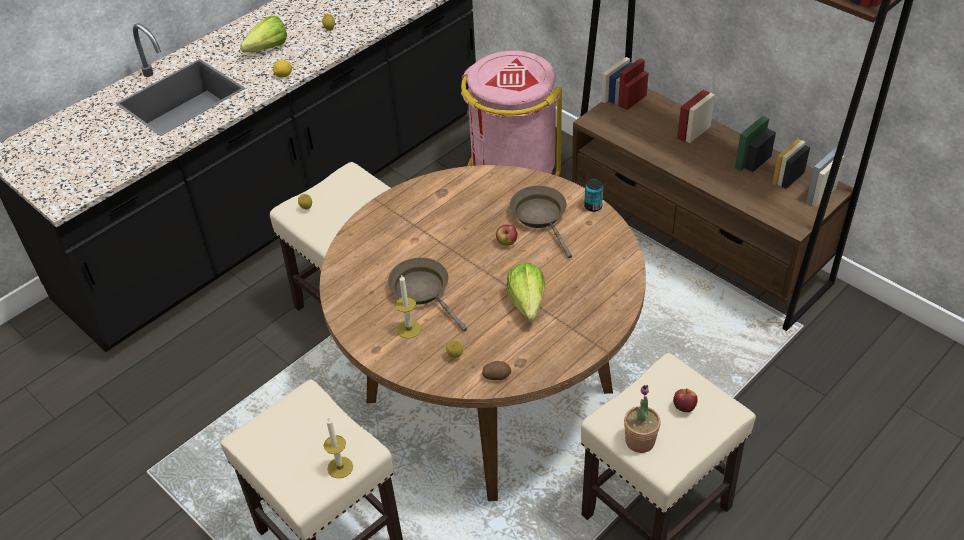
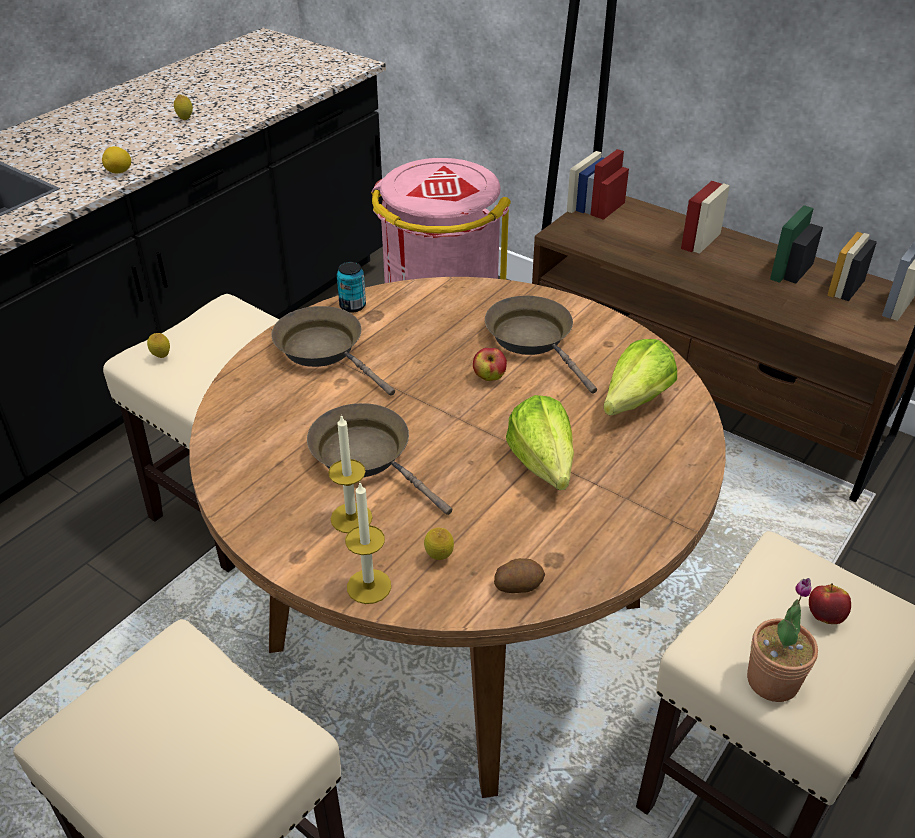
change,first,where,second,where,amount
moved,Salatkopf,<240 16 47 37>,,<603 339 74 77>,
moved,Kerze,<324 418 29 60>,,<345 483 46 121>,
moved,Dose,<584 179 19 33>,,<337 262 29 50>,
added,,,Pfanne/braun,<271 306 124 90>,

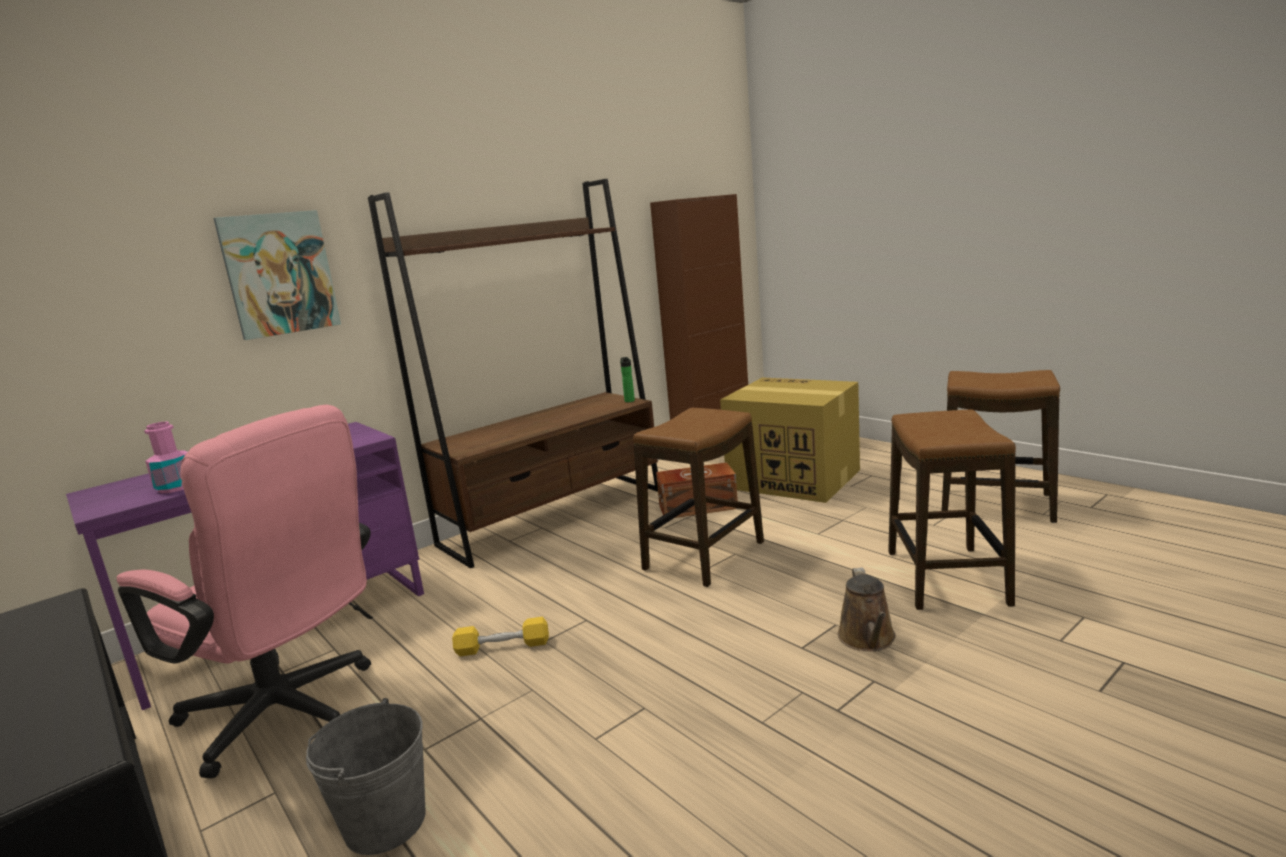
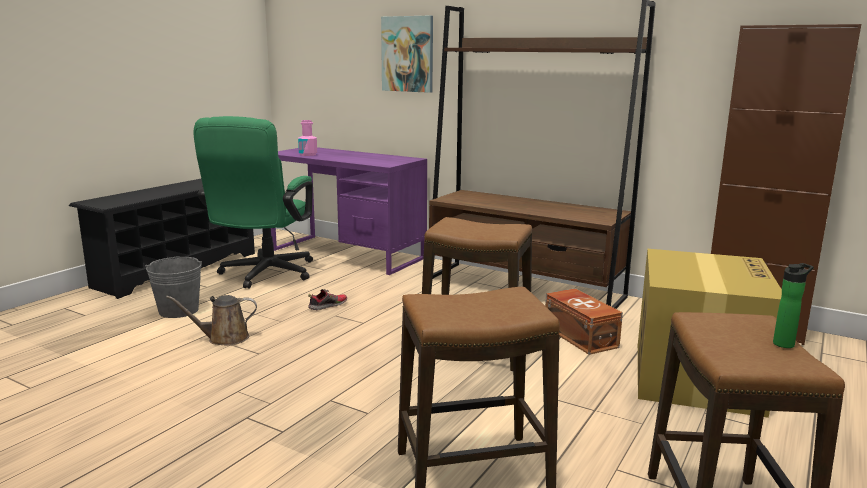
change,first,where,second,where,amount
recoloured,Bürostuhl/rosa,<117 405 256 373>,Bürostuhl/grün,<194 116 119 173>,
replaced,Hantel/gelb,<452 617 97 39>,Schuh,<308 289 39 21>,
moved,Flasche,<620 357 15 45>,,<773 263 41 85>,
moved,Gießkanne/braun,<838 568 58 83>,,<166 295 91 51>,

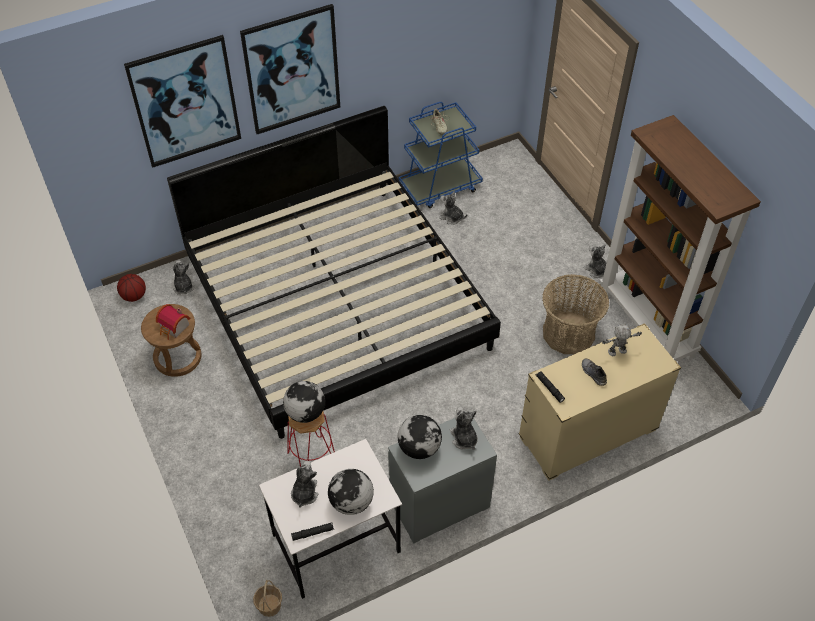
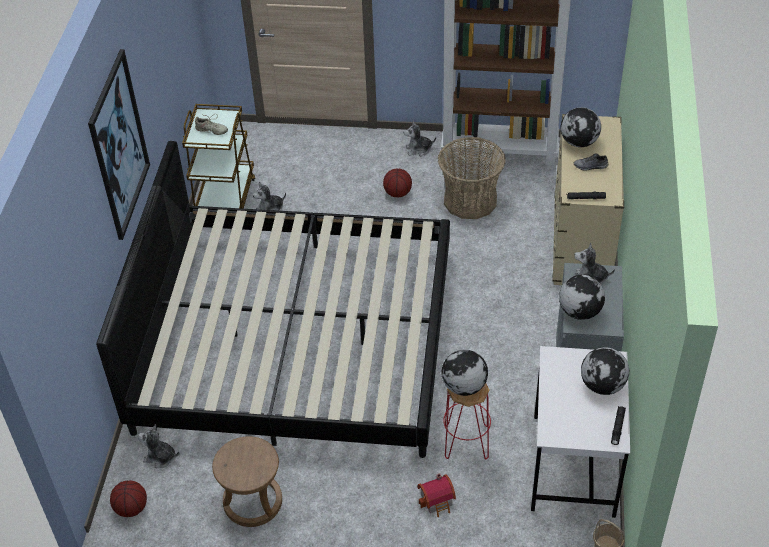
change,first,where,second,where,amount
removed,Bild,<124 35 117 133>,,,
moved,Spielzeughaus,<156 304 35 36>,,<417 473 39 44>,
removed,Plüschtier,<291 461 27 46>,,,
recoloured,Rollwagen/blau,<399 102 84 106>,Rollwagen/braun,<182 104 74 105>,
replaced,Spielzeugroboter,<602 324 40 32>,Globus,<561 107 40 40>,
added,,,Basketball,<383 169 29 28>,

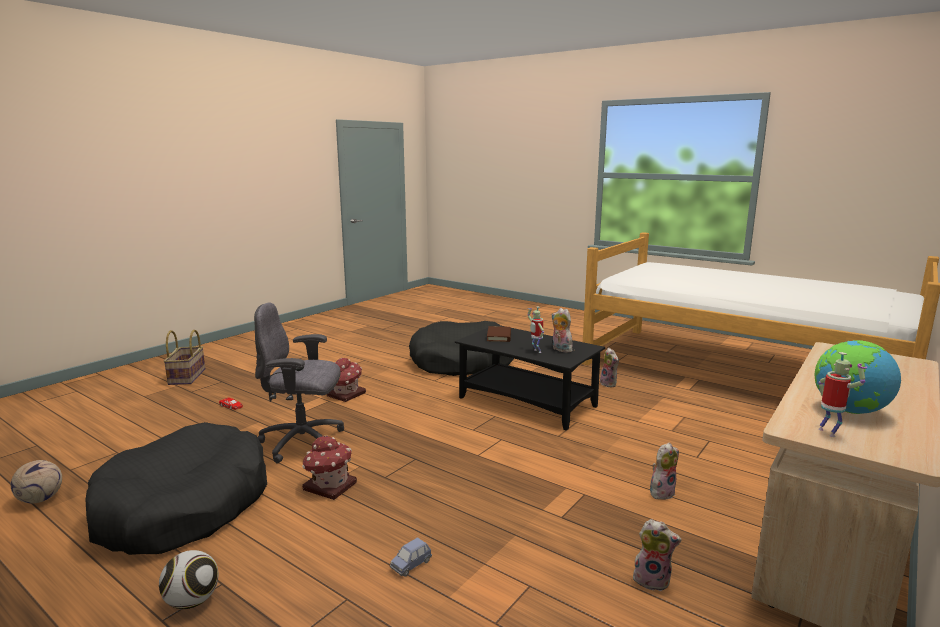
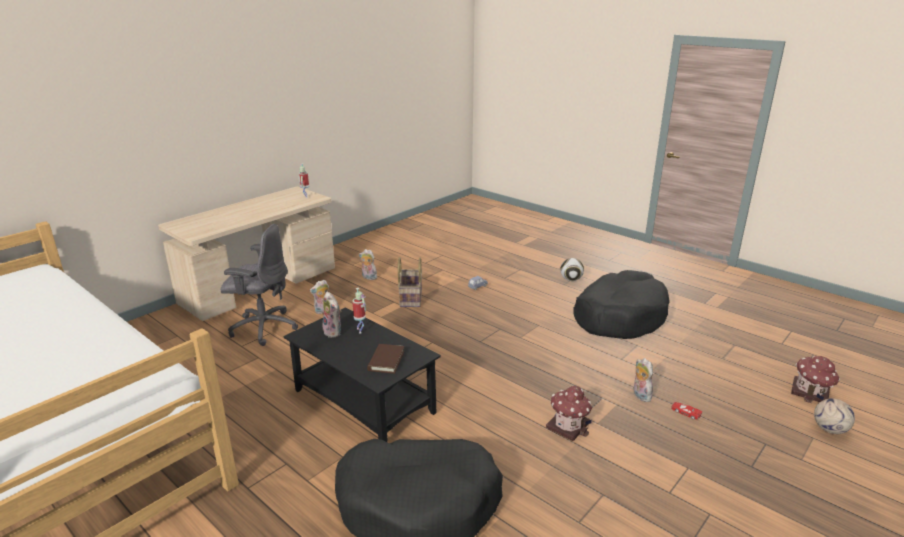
change,first,where,second,where,amount
moved,Fußball,<11 460 51 43>,,<814 398 41 36>,
moved,Korb,<163 330 42 55>,,<398 257 24 50>,
moved,Bürostuhl/grau,<254 303 90 160>,,<220 224 78 122>,
moved,Spielzeughaus,<302 435 55 65>,,<791 356 49 47>,
moved,Plüschtier,<600 348 19 40>,,<634 358 19 44>,
removed,Globus,<815 340 86 74>,,,

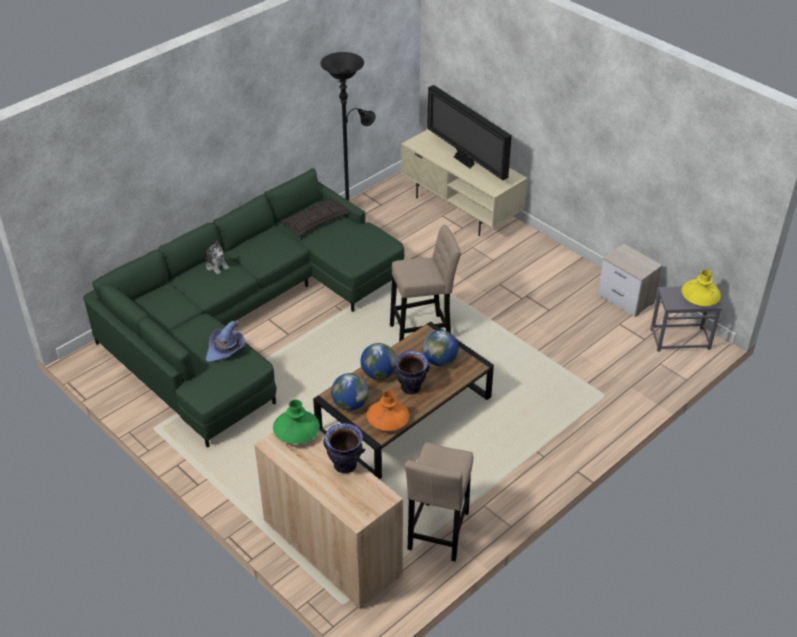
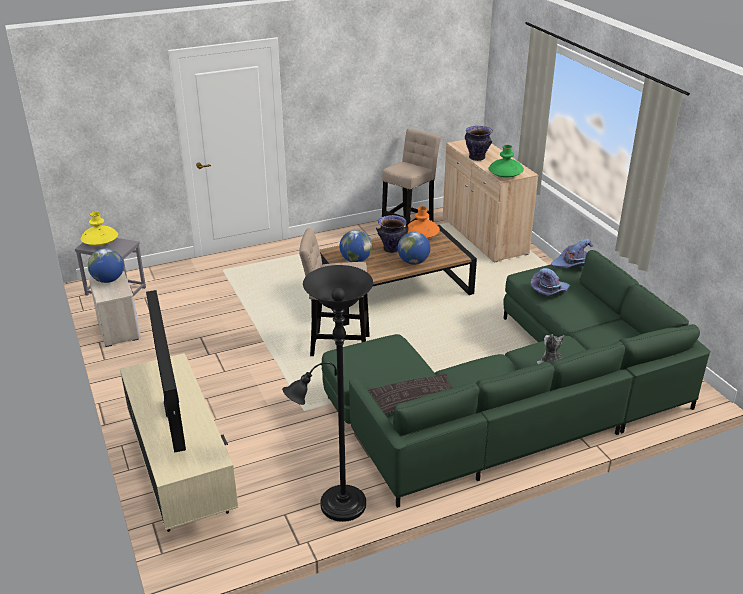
change,first,where,second,where,amount
moved,Globus,<331 373 38 38>,,<88 248 36 35>,
added,,,Hut/lila,<551 239 43 29>,

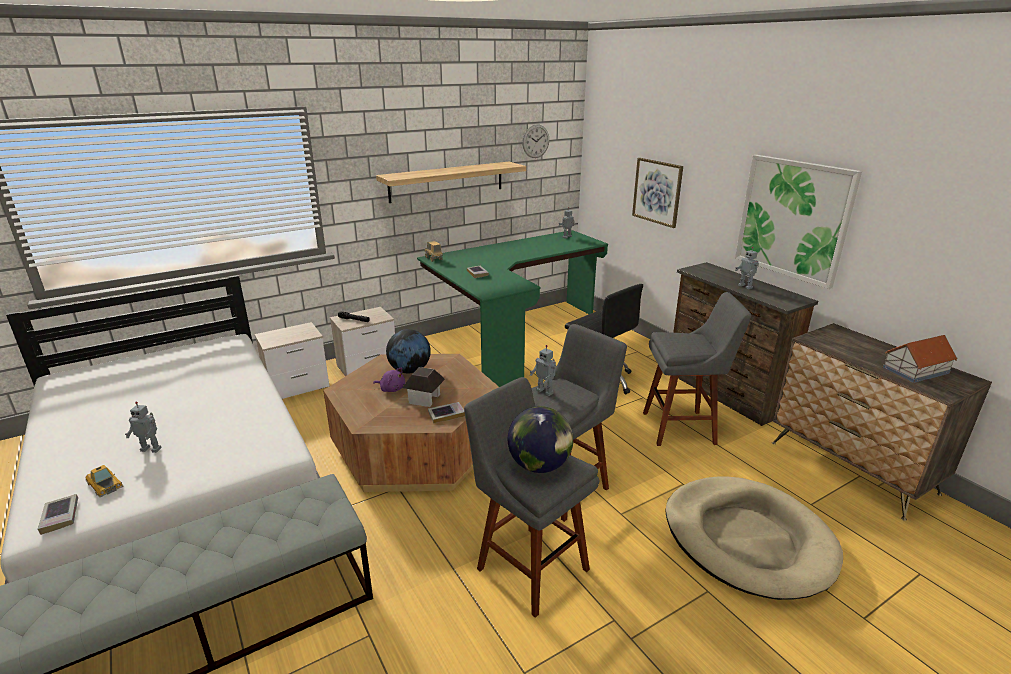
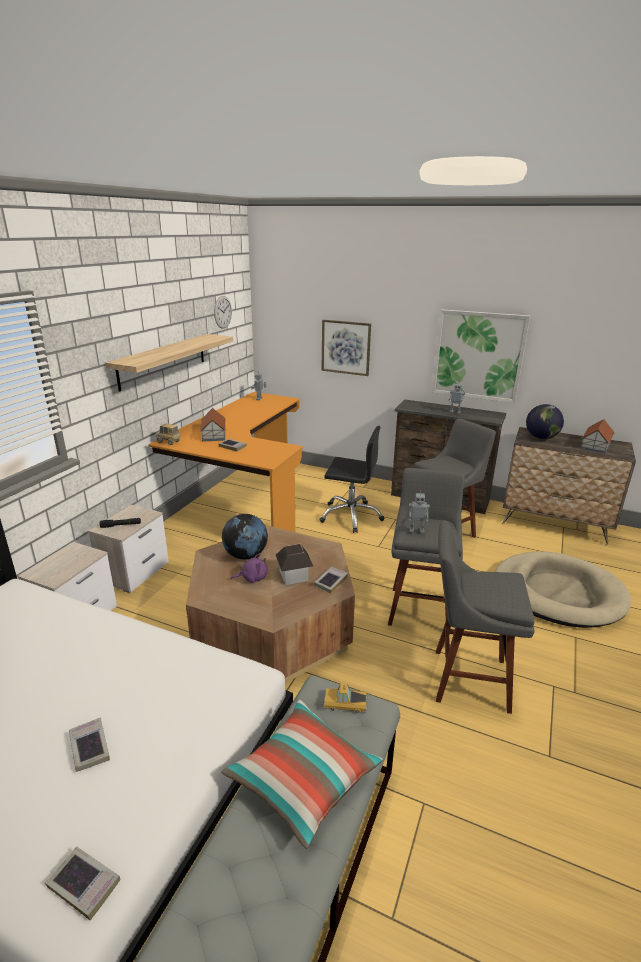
change,first,where,second,where,amount
moved,Spielzeugauto,<85 465 38 32>,,<322 683 46 30>,
replaced,Spielzeugroboter,<125 402 37 51>,Buch,<69 717 41 55>,
recoloured,Schreibtisch/grün,<417 230 191 157>,Schreibtisch/orange,<148 392 155 140>,
moved,Globus,<508 406 65 67>,,<526 404 38 35>,
added,,,Spielzeughaus,<200 408 26 34>,
added,,,Kissen,<222 700 161 149>,

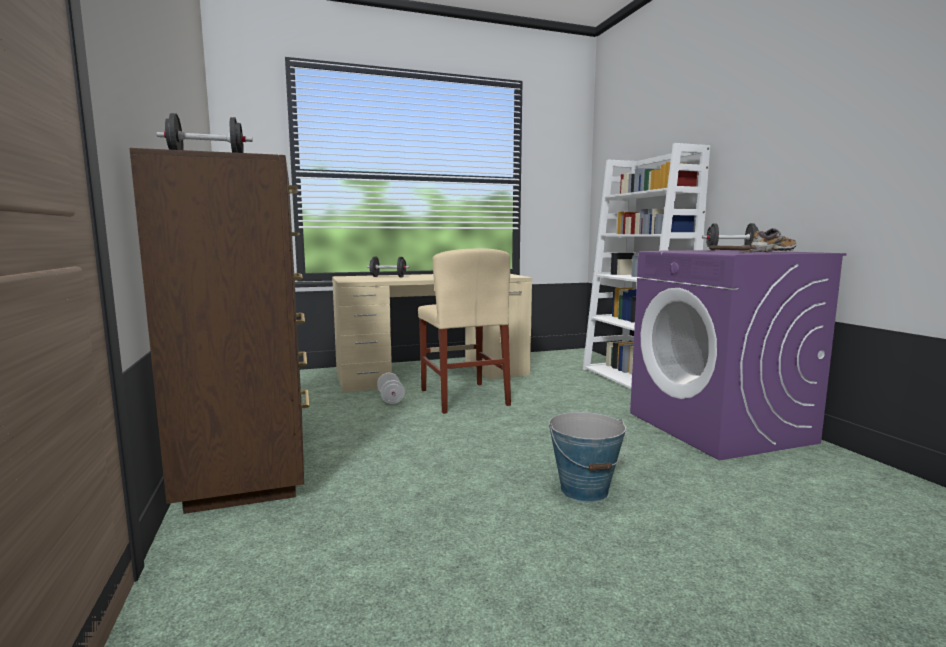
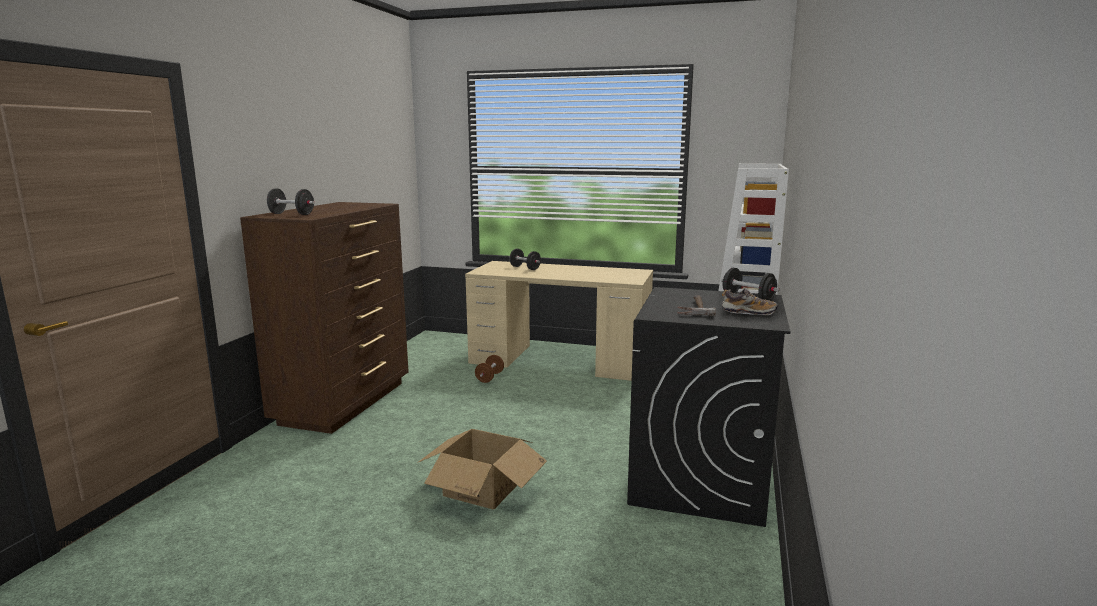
change,first,where,second,where,amount
recoloured,Hantel/weiß,<377 373 28 31>,Hantel/braun,<475 355 29 28>,
removed,Stuhl/beige,<418 248 93 166>,,,
replaced,Eimer,<549 412 79 90>,Karton,<417 429 130 81>,
recoloured,Waschmaschine/lila,<630 250 216 210>,Waschmaschine/schwarz,<627 287 163 240>,

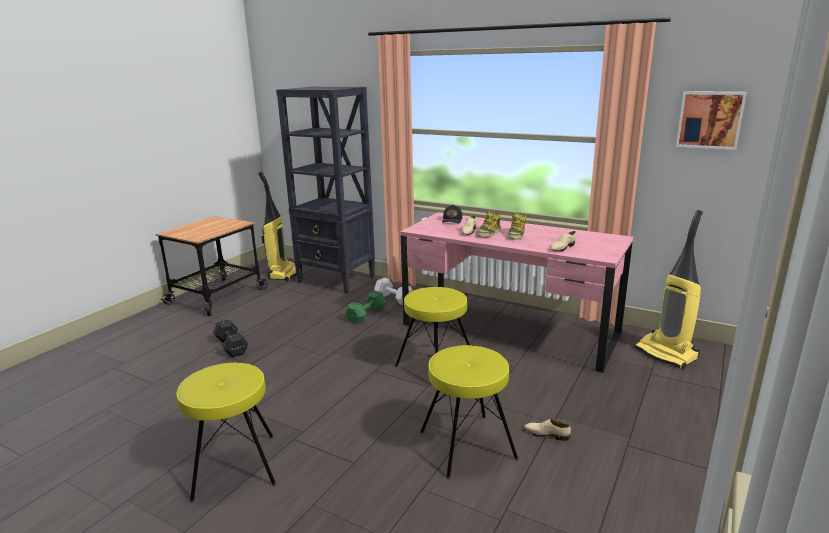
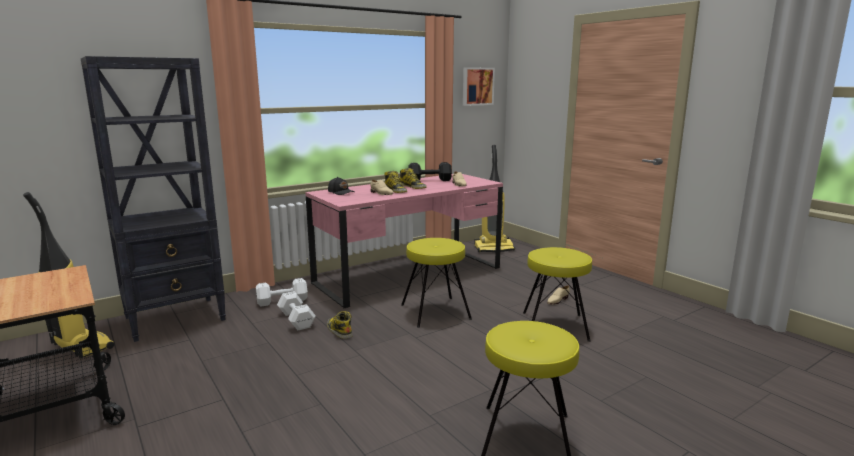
change,first,where,second,where,amount
moved,Hantel/schwarz,<213 319 36 38>,,<408 162 44 19>,
recoloured,Hantel/grün,<345 291 41 33>,Hantel/weiß,<277 291 39 39>,
added,,,Stiefel,<327 311 26 28>,

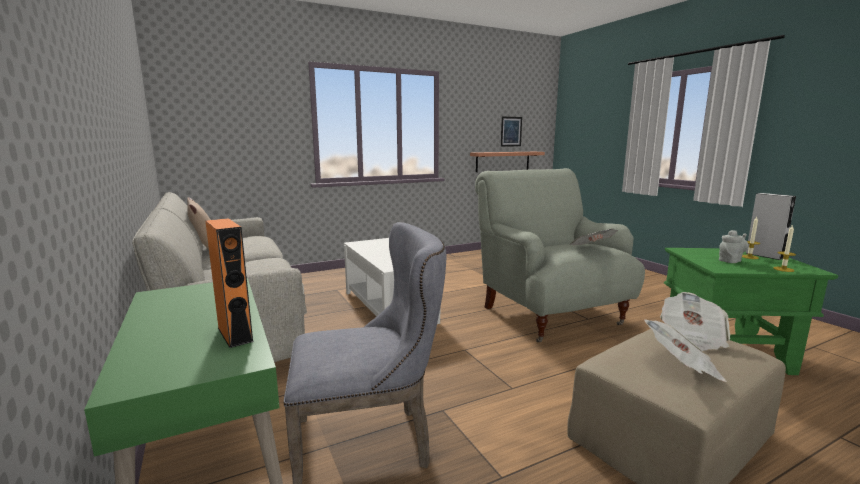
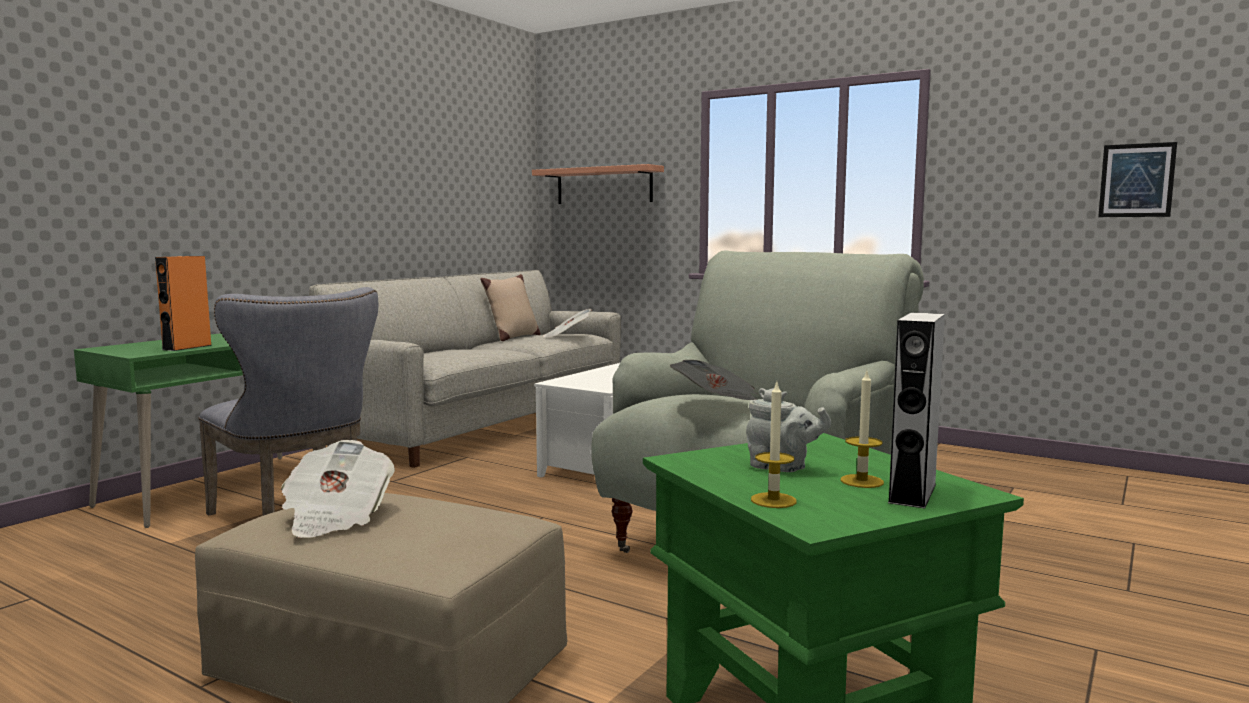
change,first,where,second,where,amount
moved,Wandregal,<470 152 75 20>,,<532 164 132 40>,
moved,Zeitung,<660 292 70 59>,,<542 309 50 28>,

